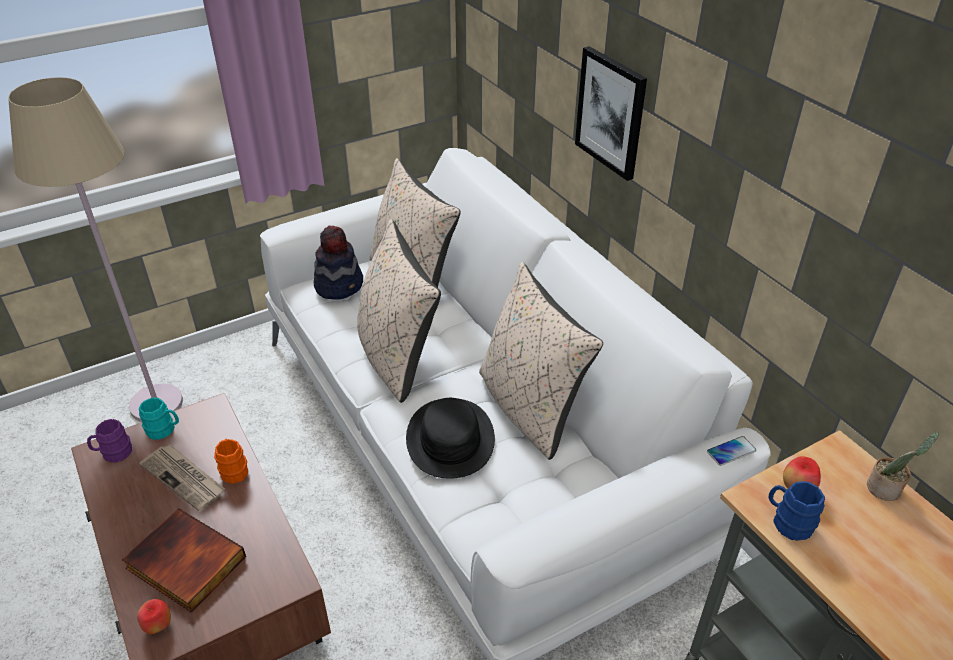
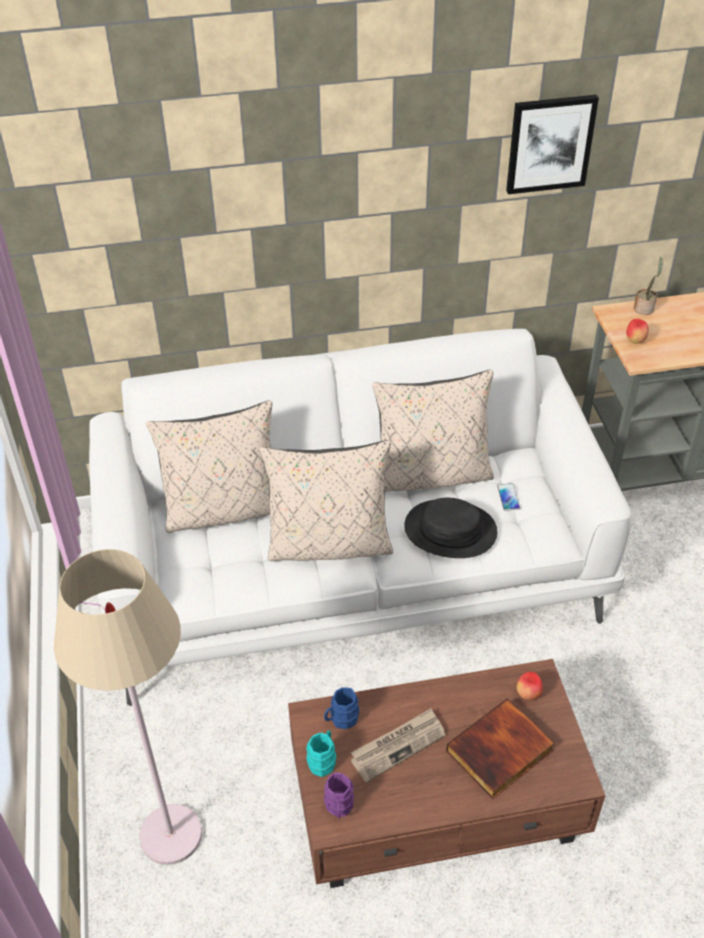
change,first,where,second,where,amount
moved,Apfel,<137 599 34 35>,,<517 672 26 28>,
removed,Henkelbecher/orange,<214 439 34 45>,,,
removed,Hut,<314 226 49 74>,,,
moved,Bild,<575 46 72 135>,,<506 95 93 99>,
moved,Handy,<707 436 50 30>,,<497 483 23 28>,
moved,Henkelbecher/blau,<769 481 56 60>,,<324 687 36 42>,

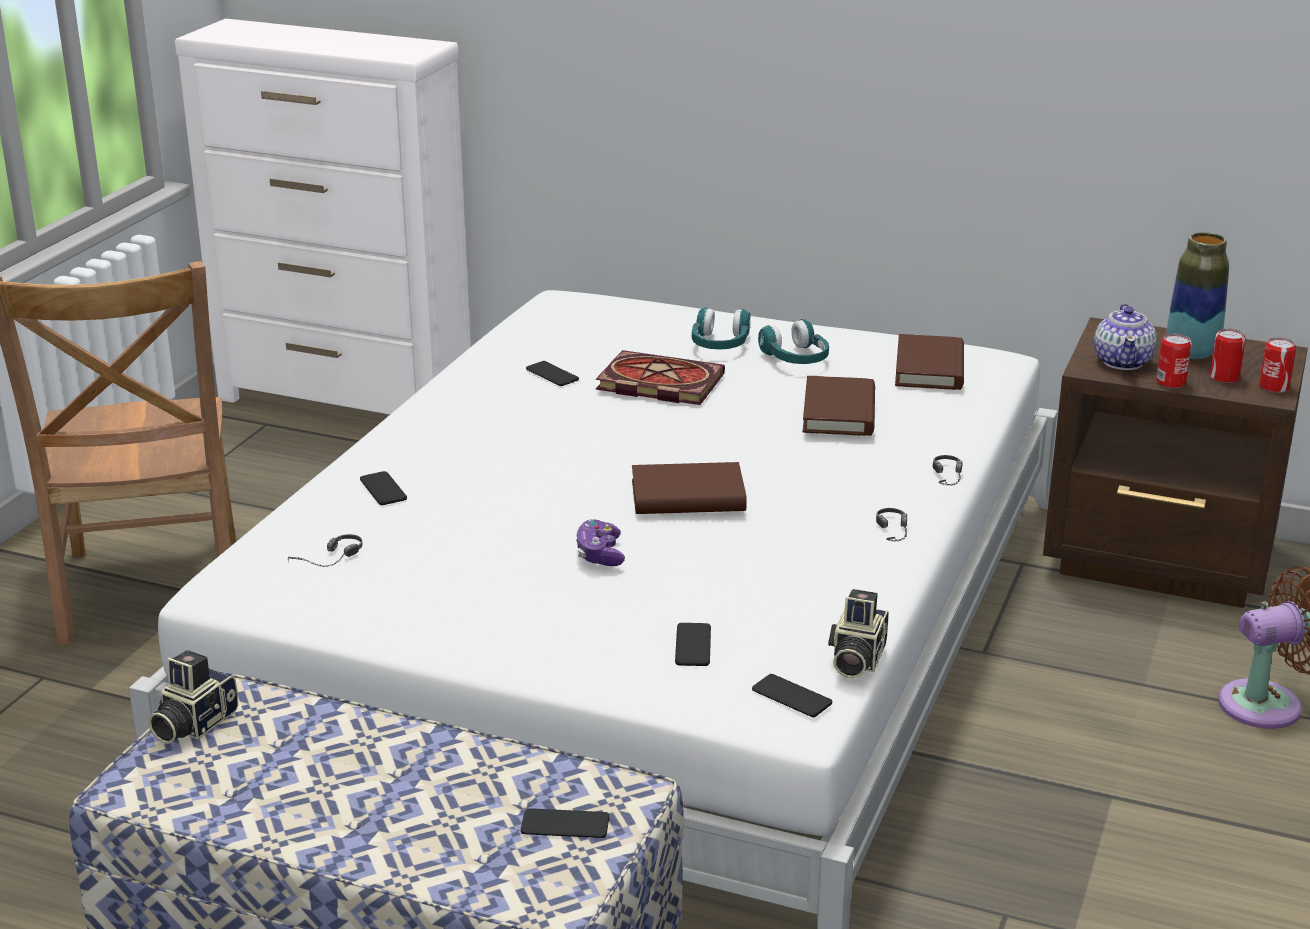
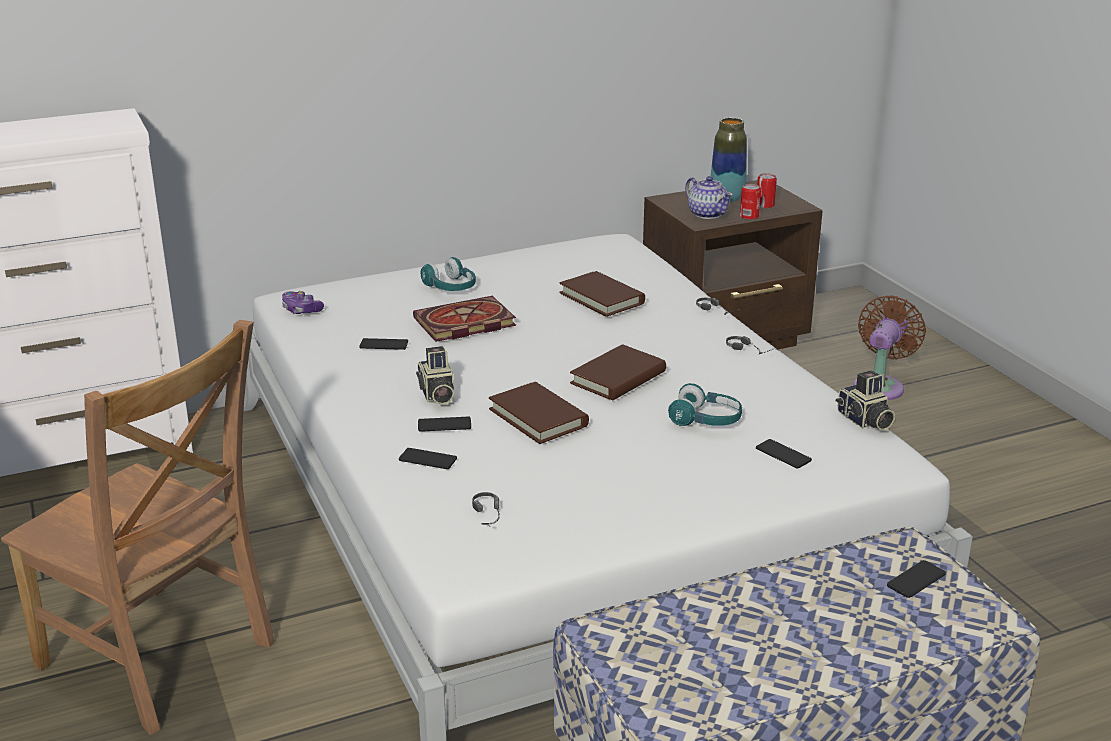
change,first,where,second,where,amount
moved,Kamera,<148 650 90 94>,,<416 346 38 59>,
moved,Gamepad,<576 519 49 47>,,<282 291 42 23>,
moved,Handy,<752 674 80 43>,,<418 416 53 16>,
moved,Kopfhörer/türkis,<758 319 71 45>,,<668 383 74 43>,
moved,Buch/braun,<895 334 69 56>,,<489 382 100 62>,
removed,Dose,<1259 337 37 56>,,,

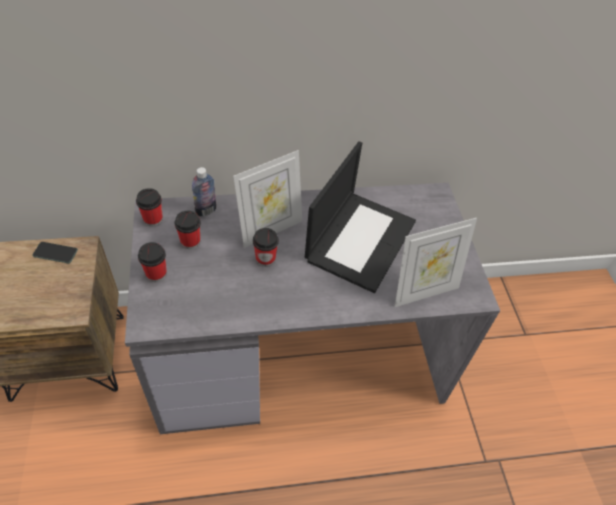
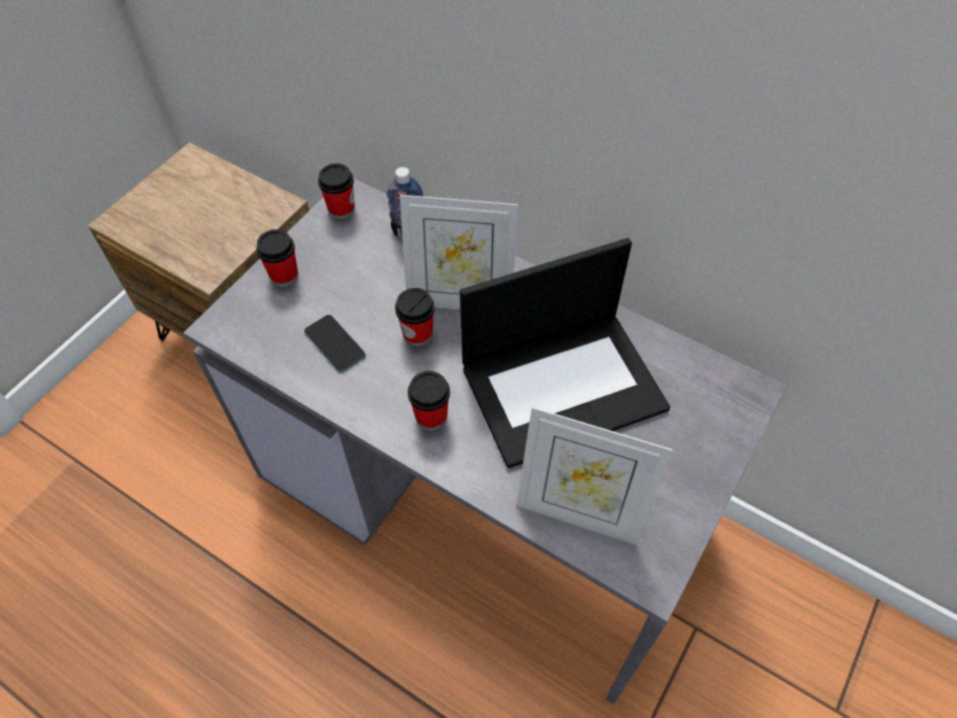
change,first,where,second,where,amount
moved,Handy,<32 242 46 21>,,<304 315 62 57>,
moved,Tasse,<175 211 26 38>,,<408 371 42 60>,

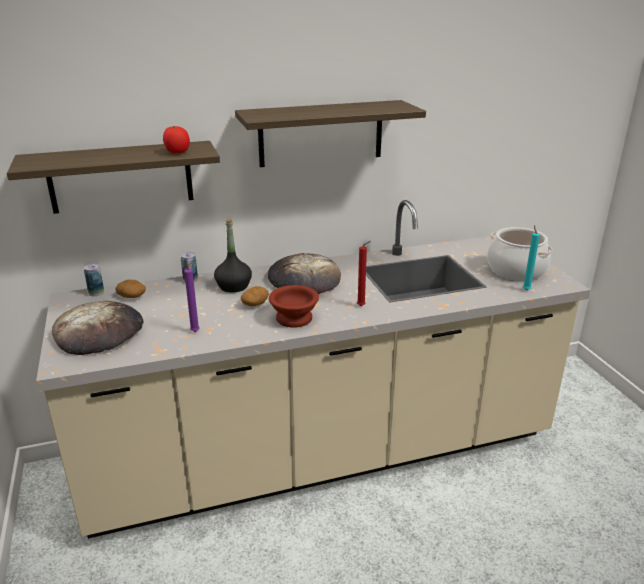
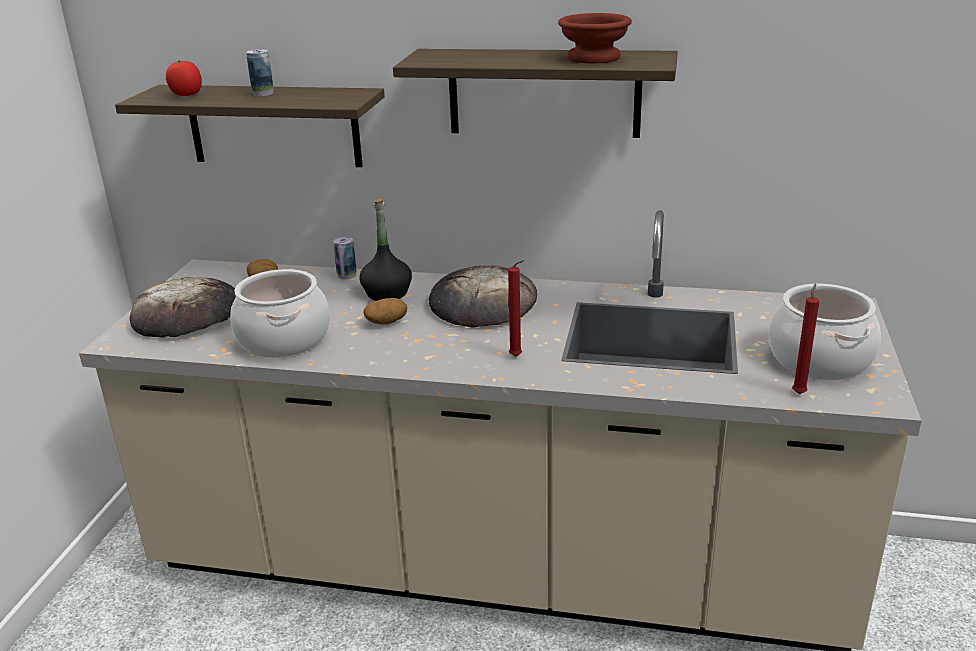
change,first,where,second,where,amount
moved,Dose,<84 264 20 33>,,<246 49 28 47>,
moved,Tomate,<163 126 27 27>,,<166 61 36 35>,
replaced,Kerze/lila,<184 260 16 72>,Kochtopf,<230 269 100 89>,
moved,Schüssel/braun,<269 285 50 43>,,<558 13 74 50>,
recoloured,Kerze/türkis,<523 225 17 66>,Kerze/rot,<792 283 27 111>,

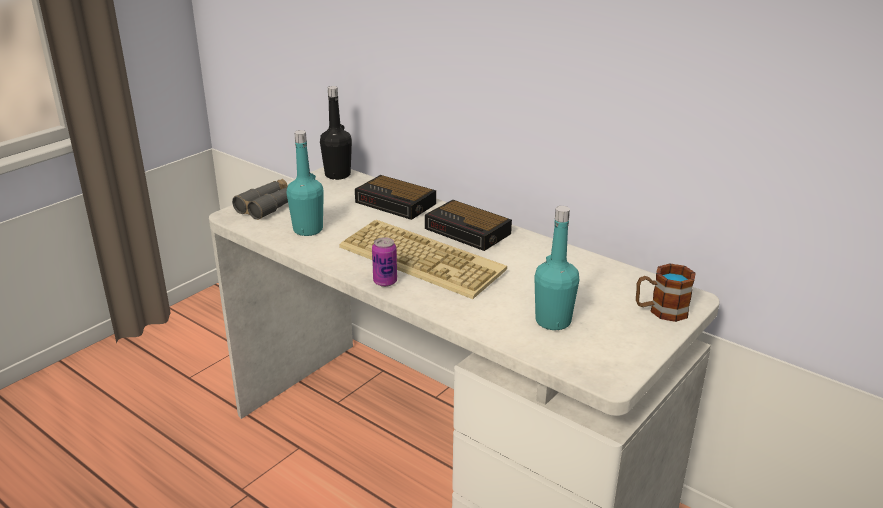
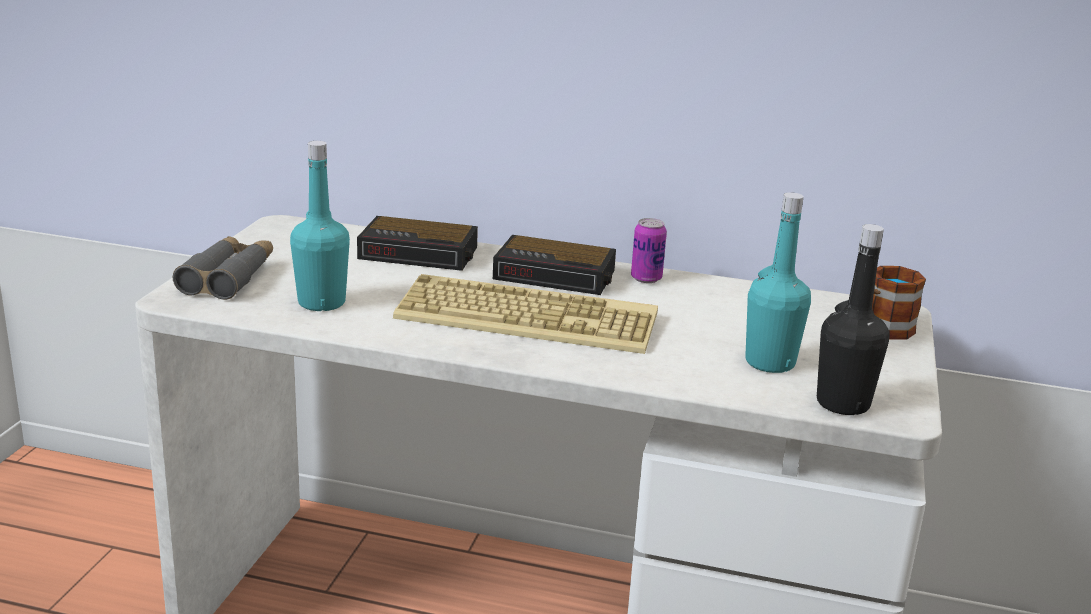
change,first,where,second,where,amount
moved,Flasche/schwarz,<320 86 32 94>,,<817 224 72 191>,
moved,Dose,<372 237 25 50>,,<631 218 36 65>,

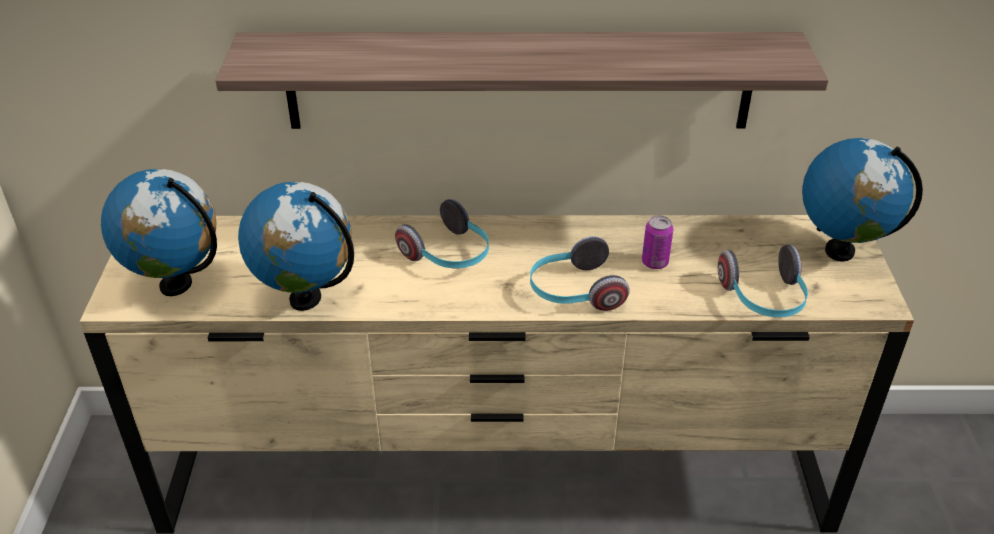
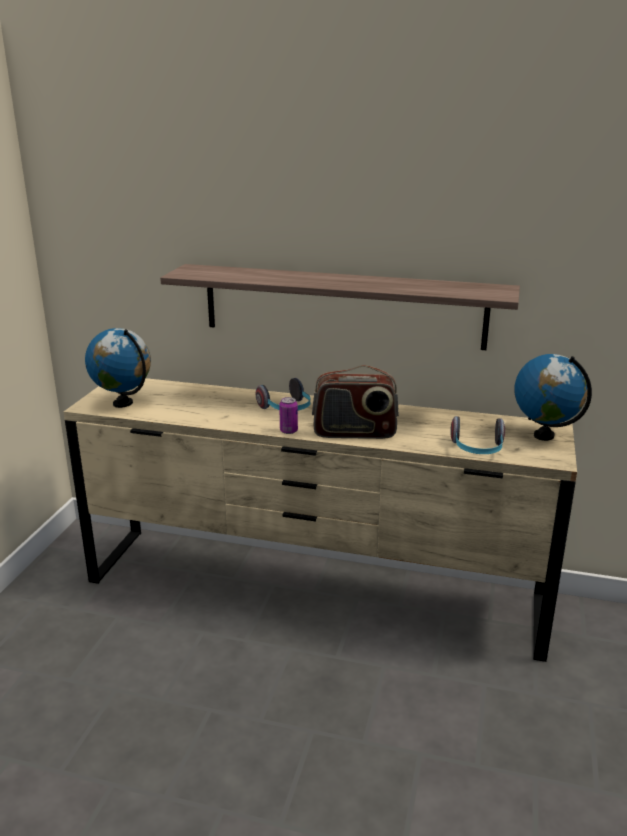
change,first,where,second,where,amount
removed,Globus,<238 181 116 130>,,,
replaced,Kopfhörer,<530 236 100 75>,Radio,<312 365 87 74>,
moved,Dose,<642 215 31 54>,,<279 397 19 37>,

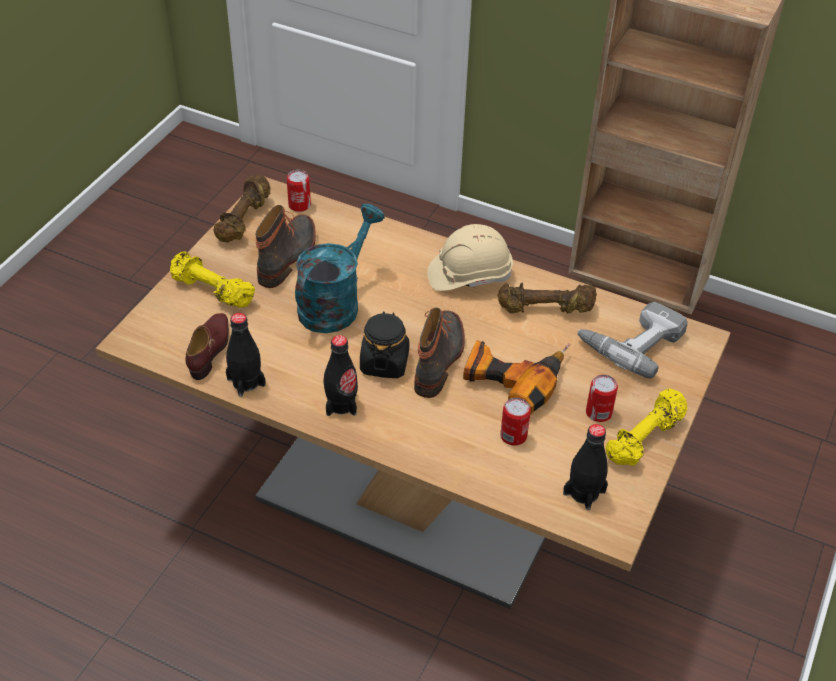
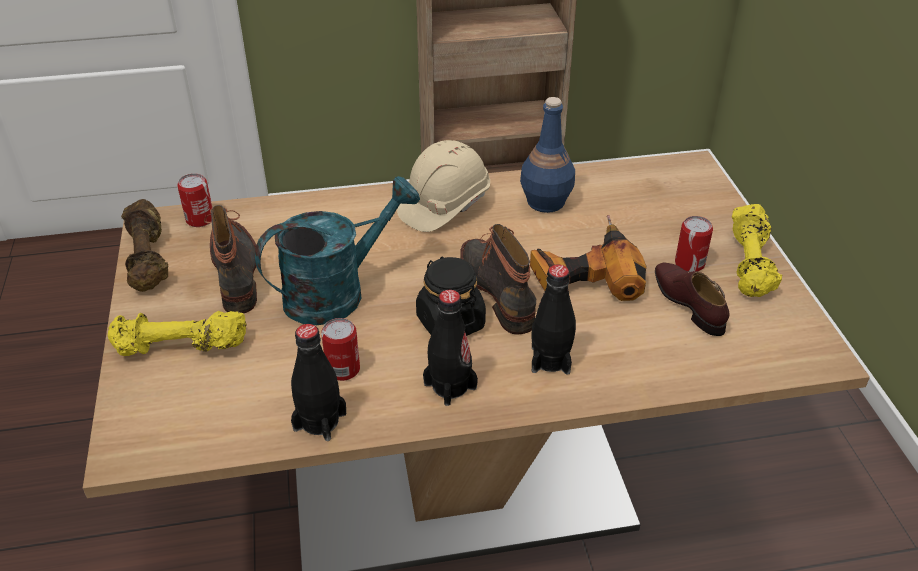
change,first,where,second,where,amount
moved,Schuh/braun,<185 313 44 67>,,<655 263 74 73>,
turned,Gießkanne/türkis,<295 204 90 129>,,<255 176 165 149>,60 degrees clockwise
replaced,Hantel/braun,<497 282 100 32>,Flasche/blau,<520 97 55 116>,
moved,Dose,<500 397 31 49>,,<321 318 39 63>,
moved,Flasche/schwarz,<563 424 45 86>,,<531 264 45 111>,
removed,Bohrmaschine,<577 302 111 77>,,,

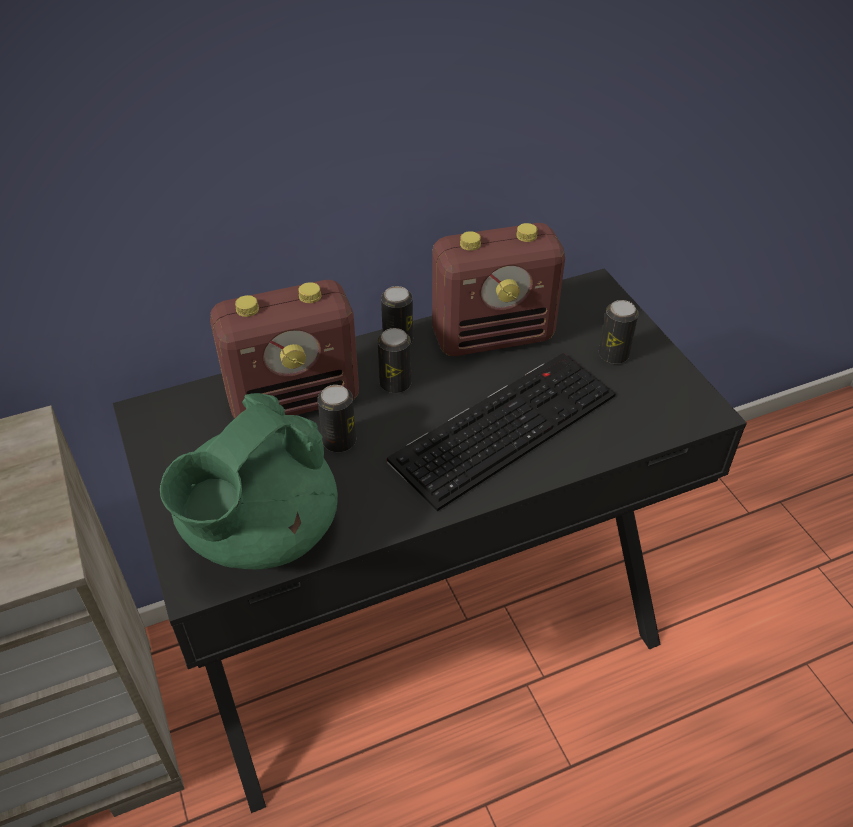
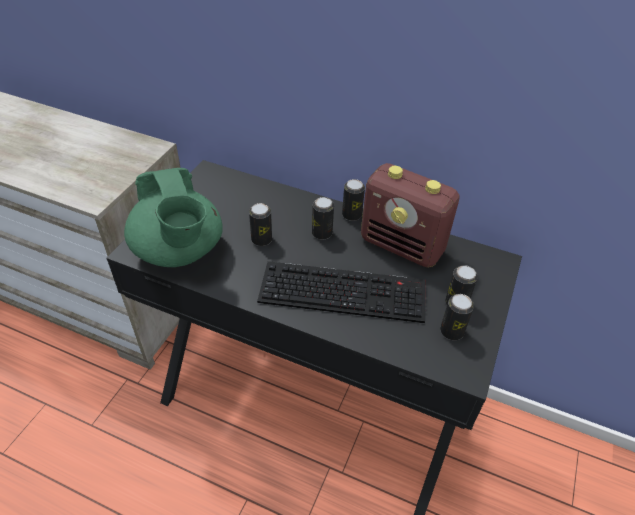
change,first,where,second,where,amount
turned,Teekanne/grün,<160 393 178 176>,,<124 168 99 99>,105 degrees counterclockwise
removed,Radio,<210 280 149 138>,,,
added,,,Dose,<440 294 34 46>,

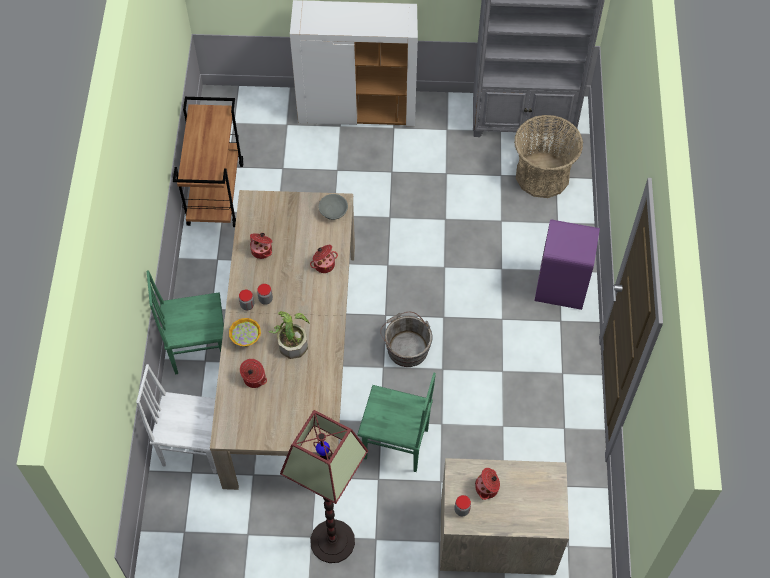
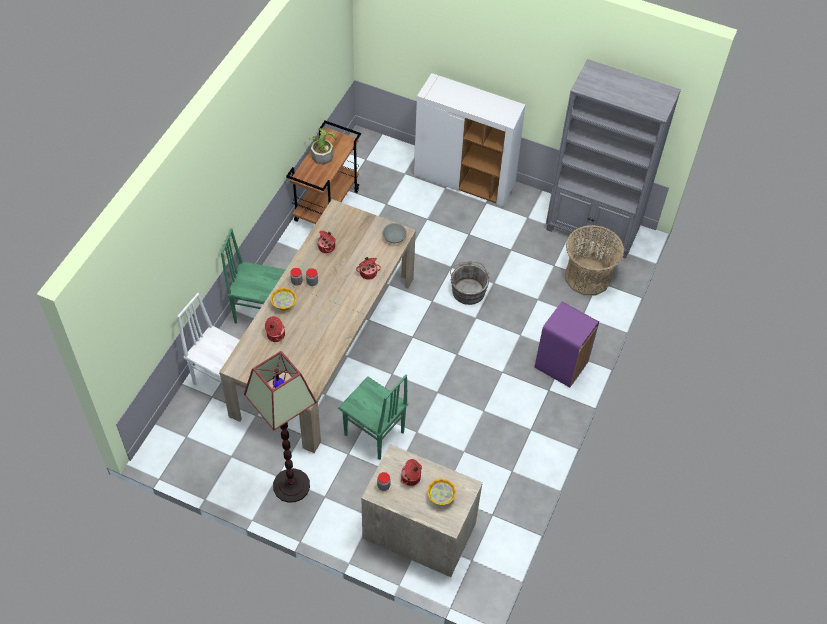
change,first,where,second,where,amount
moved,Topfpflanze,<269 311 41 48>,,<307 128 30 37>,
moved,Eimer/grau,<380 312 52 55>,,<450 261 39 44>,
added,,,Schüssel,<427 479 29 26>,

